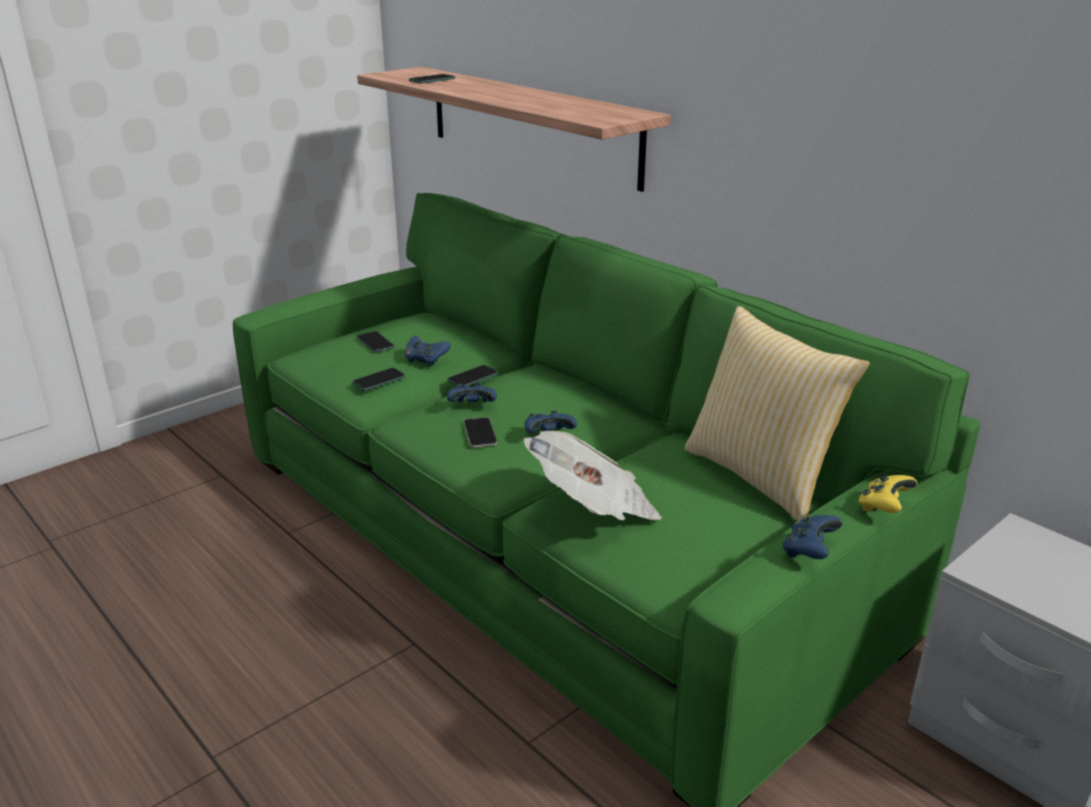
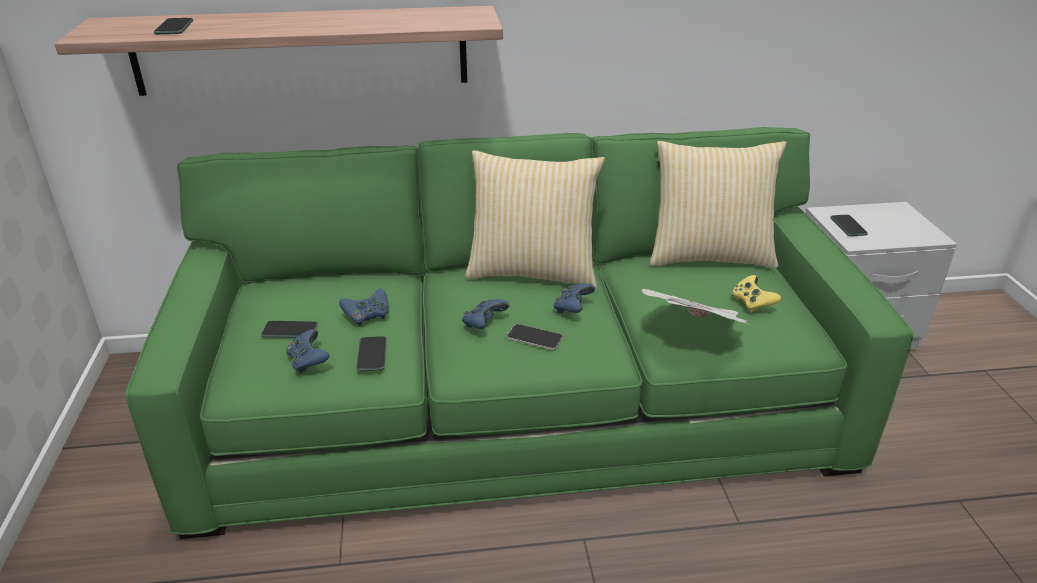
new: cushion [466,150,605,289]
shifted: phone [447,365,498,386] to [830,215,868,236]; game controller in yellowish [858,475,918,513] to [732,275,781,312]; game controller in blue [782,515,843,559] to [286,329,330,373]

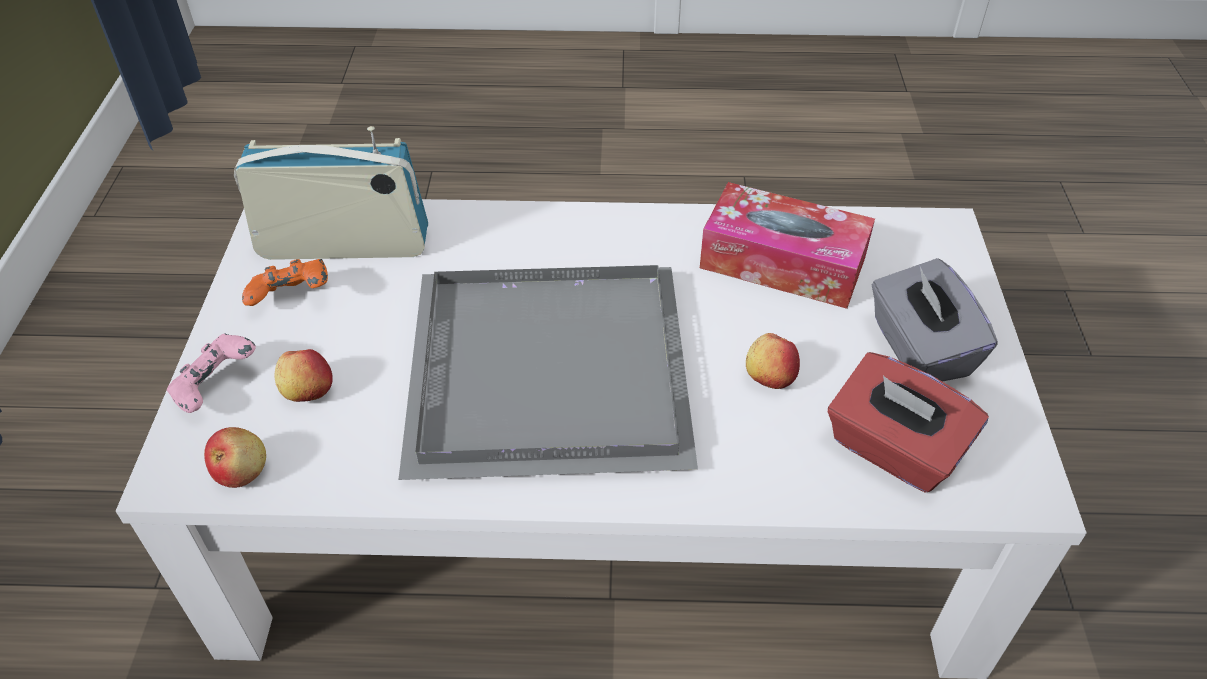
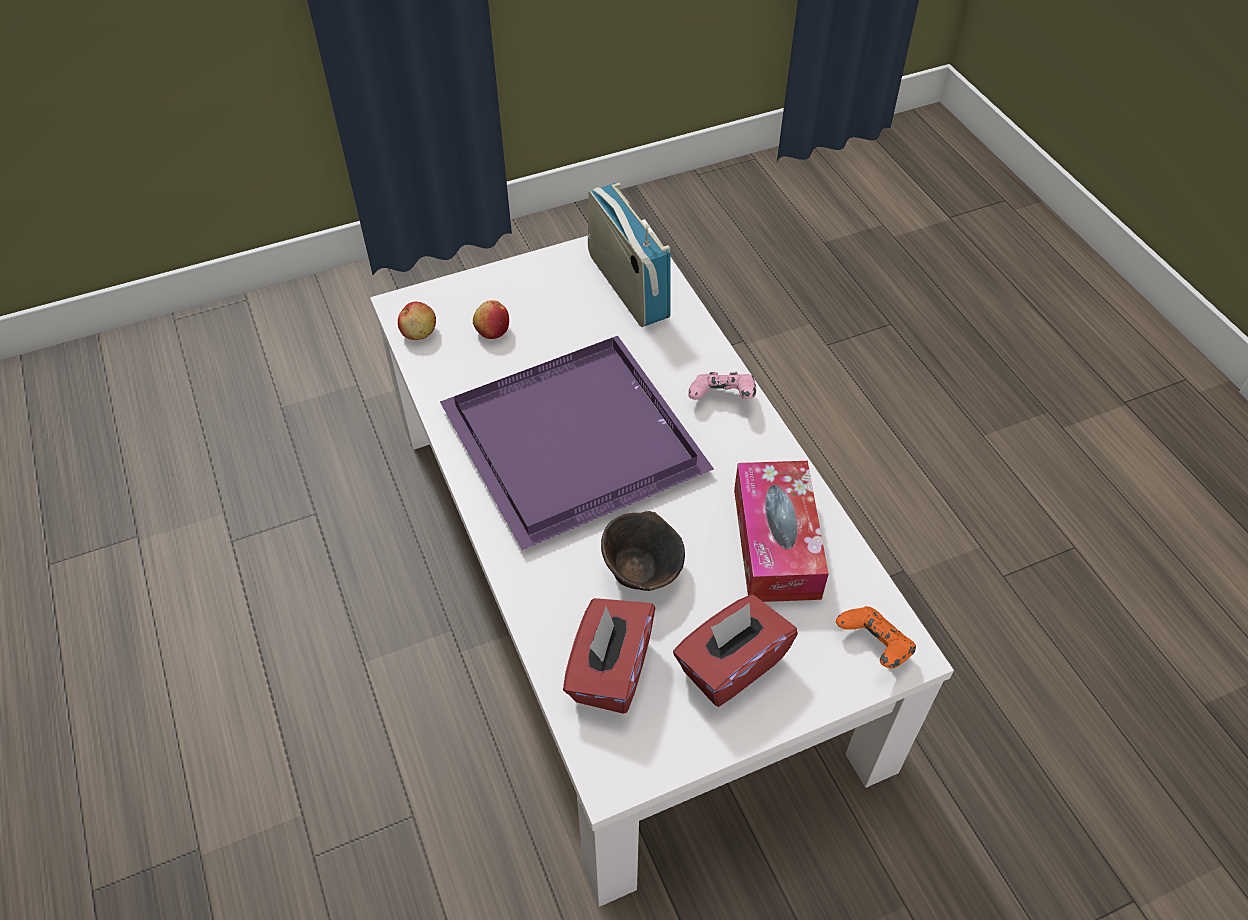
shifted: game controller in orange-coloured [242,259,328,306] to [836,606,916,668]; game controller in pink-coloured [167,333,256,413] to [688,372,756,400]
swapped: apple [746,333,800,389] to bowl in brownish [601,511,685,591]
repainted: box of tissues in grey [872,258,997,382] to box of tissues in reddish [673,595,798,707]; carrying tray in grey [399,265,698,480] to carrying tray in purplish [440,336,714,550]

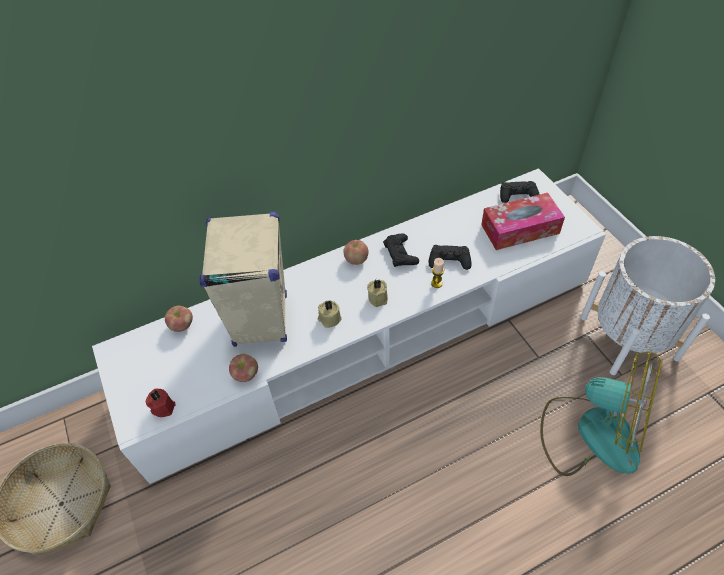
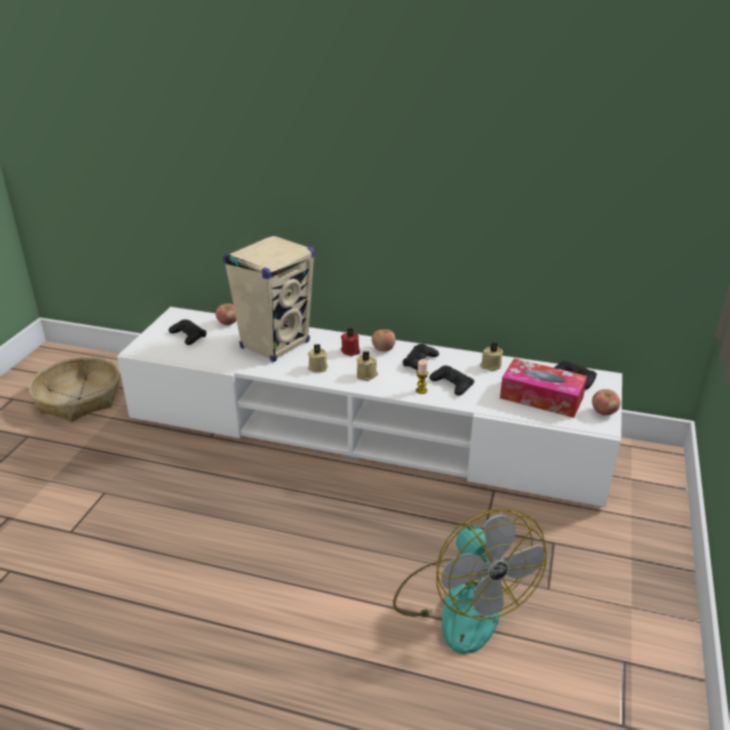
gone: planter in whitish [581,236,715,375]
new: game controller in blackish [169,319,207,345]; wax light in beige [480,342,503,371]
shifted: apple [229,354,258,382] to [592,389,621,415]; wax light in reddish [146,389,176,417] to [341,328,360,356]

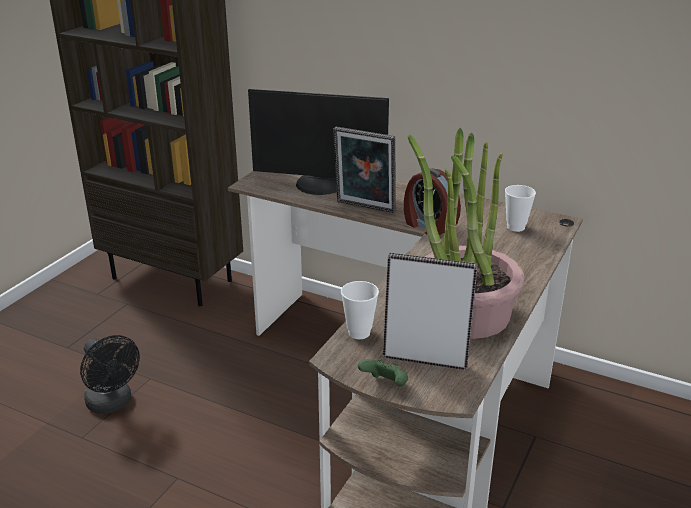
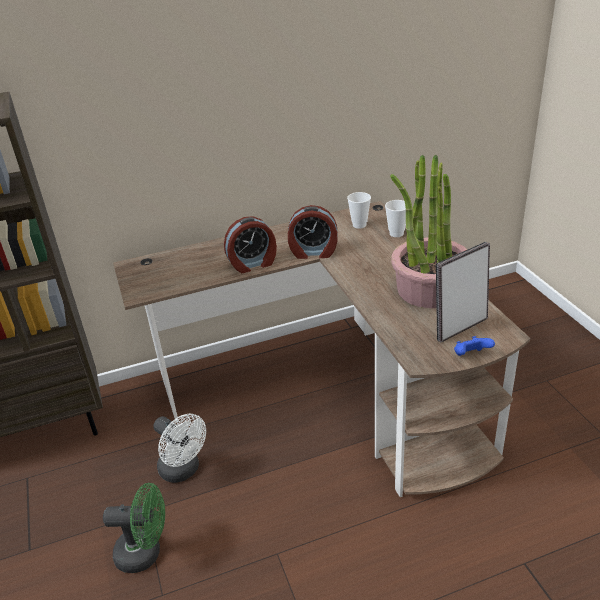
gone: monitor [248,89,389,195]
new: fan in whitish [153,414,206,483]
shifted: cup [341,281,379,339] to [385,200,406,237]
swapped: photo frame [333,127,396,213] to table clock [224,216,277,273]
repainted: fan in blackish [80,335,140,414] to fan in green-coloured [103,483,165,573]; game controller in green-coloured [358,359,408,387] to game controller in blue [454,336,495,356]

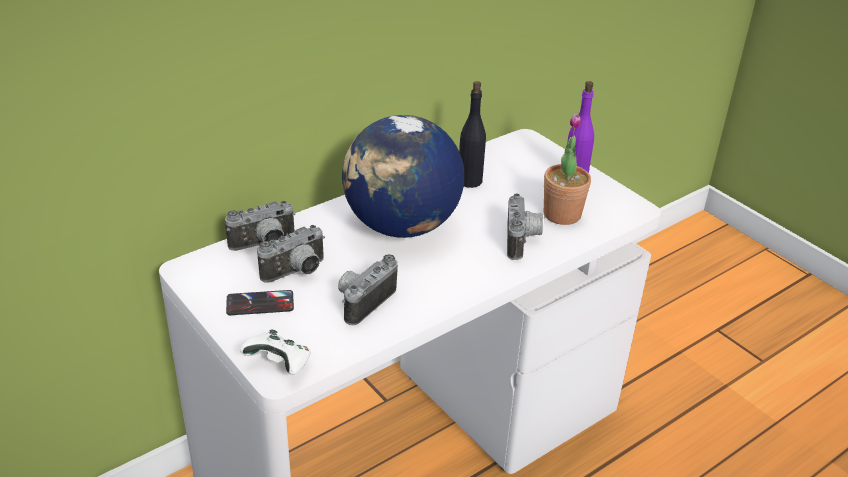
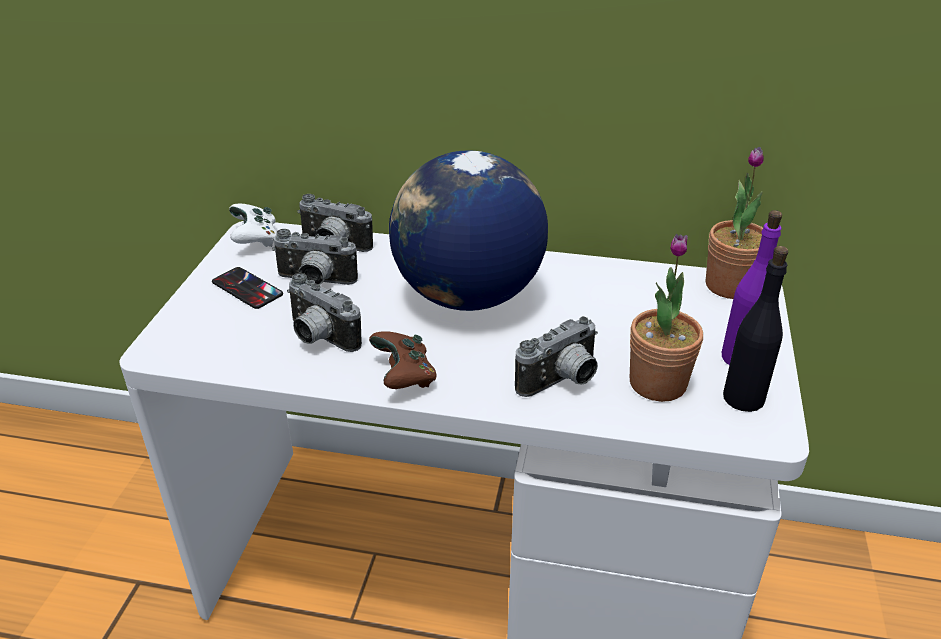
new: plant in a pot [706,147,764,299]; game controller in brownish [369,331,437,389]
shifted: bottle in blackish [459,81,486,188] to [723,246,788,412]; game controller in whitish [240,329,311,375] to [229,204,277,247]
rotated: still camera [338,254,398,325] = [287,273,362,352] 135 degrees counterclockwise

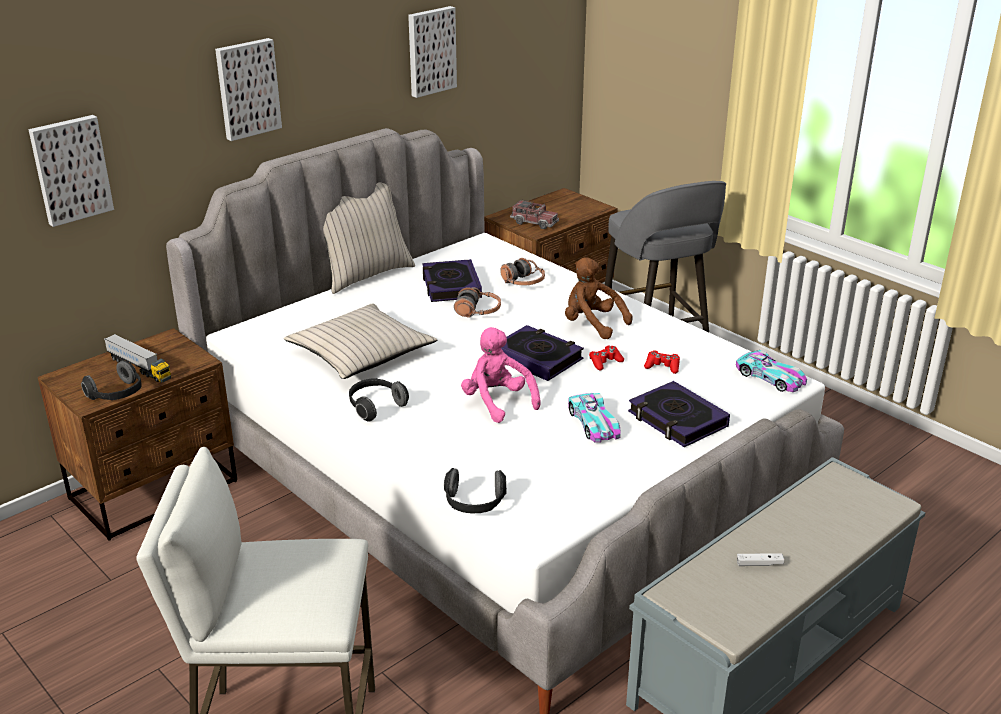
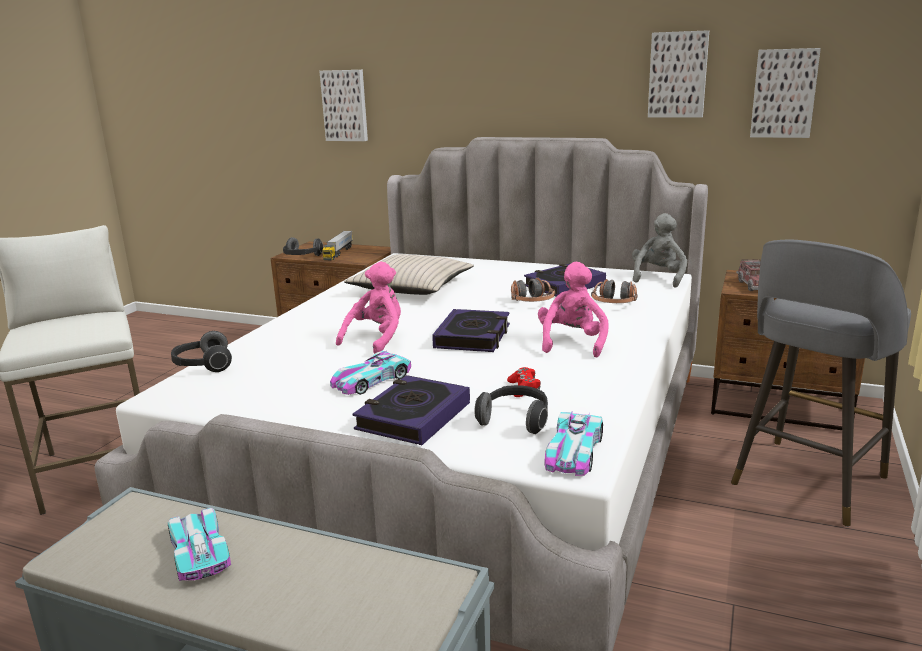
gone: cushion in beige [323,182,415,294]; game controller in reddish [589,345,624,371]
new: plush toy in grey [632,213,687,288]
shifted: wall picture [215,38,282,141] to [750,48,821,138]; pair of headphones [349,378,409,422] to [475,385,548,434]
swapped: game controller in whitish [737,553,784,566] to miniature car [167,508,231,581]
repainted: plush toy in brownish [565,257,633,339] to plush toy in pink-coloured [538,262,609,357]

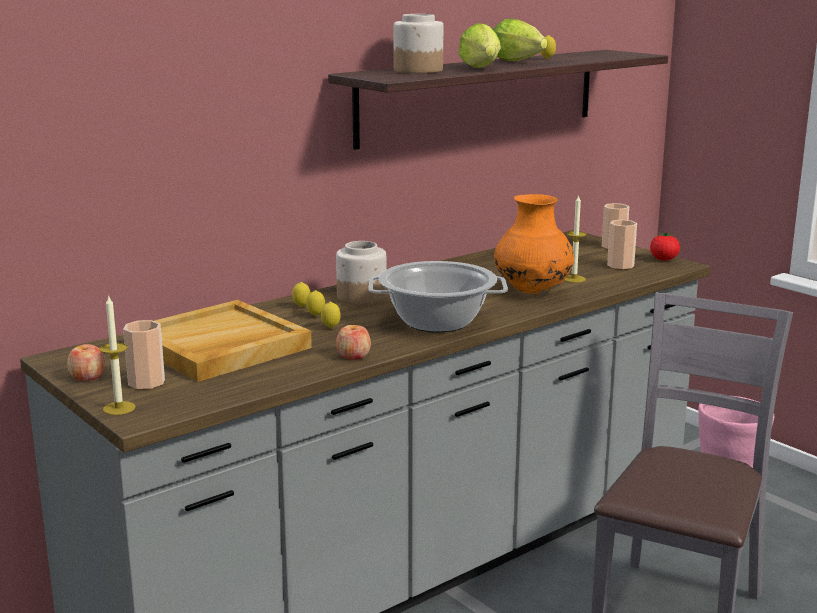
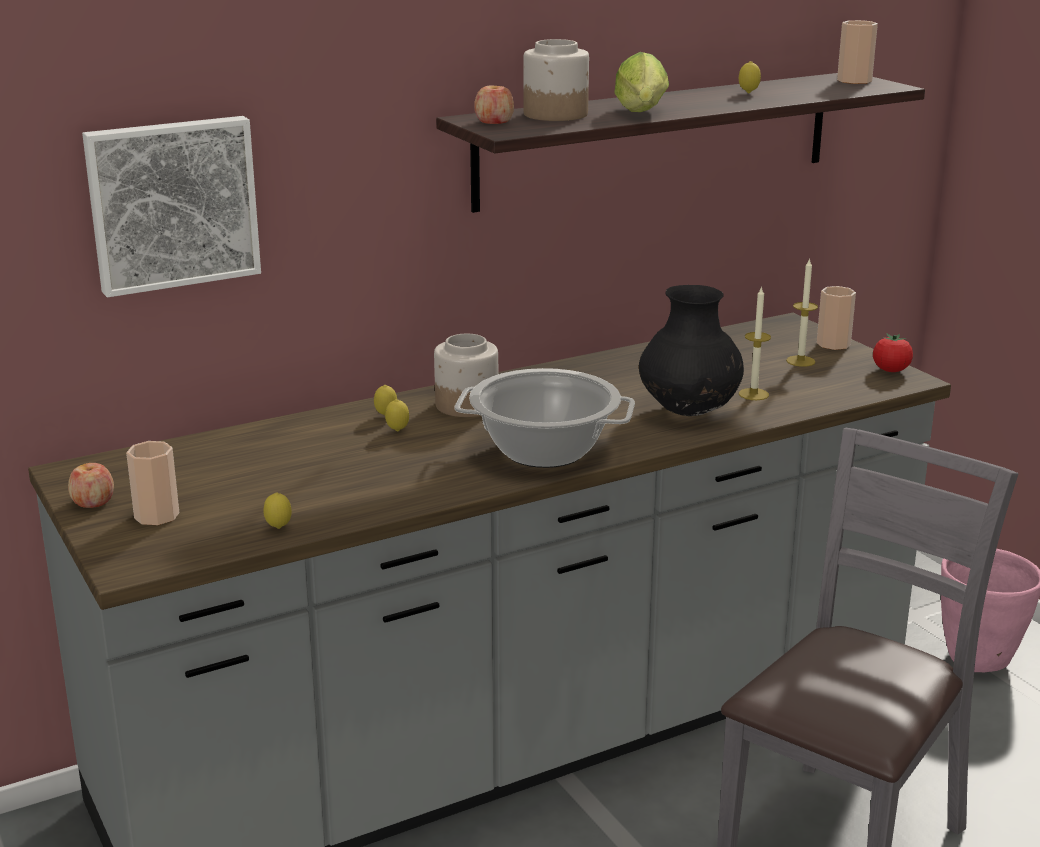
gone: lettuce [493,19,547,61]; carrying tray in beige [154,300,312,382]
new: wall picture [82,116,261,298]
shifted: cup [607,220,637,269] to [837,20,878,84]; wax light [99,295,135,415] to [786,258,818,367]; whole lemon [321,302,341,329] to [263,492,292,529]; apple [336,325,371,360] to [474,86,514,124]
repainted: vase in orange-coloured [494,194,574,294] to vase in blackish [639,285,744,416]

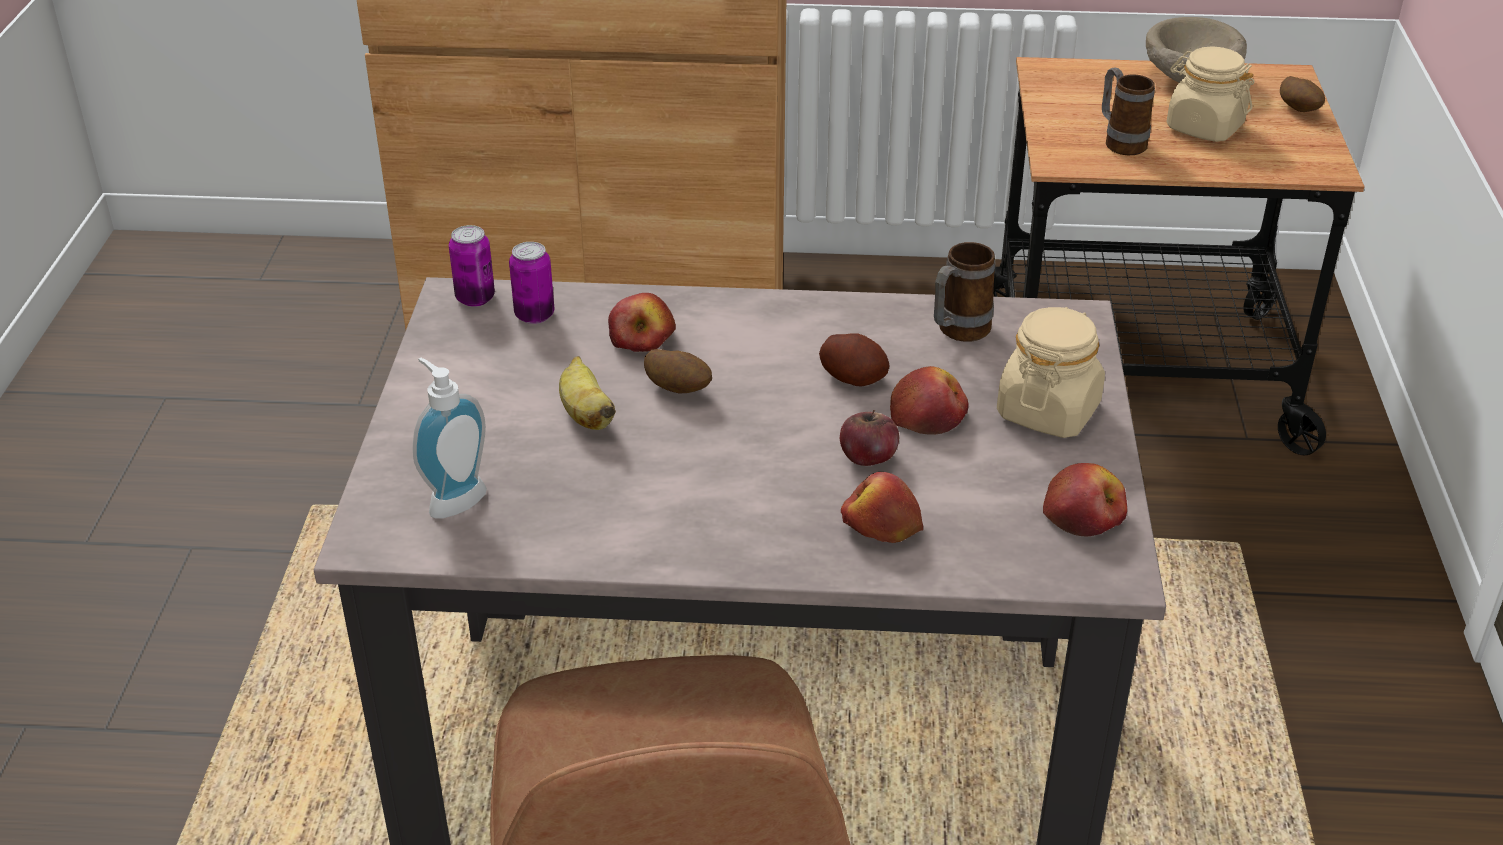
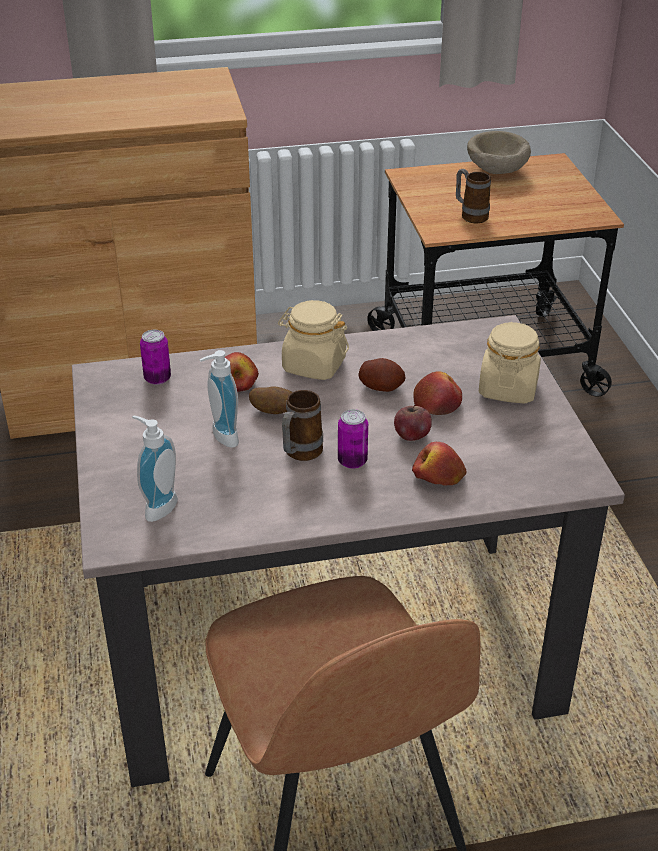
gone: spud [1280,76,1325,112]; apple [1043,463,1127,537]
shifted: preserve jar in beige [1167,47,1255,142] to [278,300,349,380]; can [449,225,495,307] to [338,409,368,469]; tea mug [934,242,995,342] to [282,390,323,461]
swapped: banana [559,356,616,430] to soap bottle [199,350,239,448]

